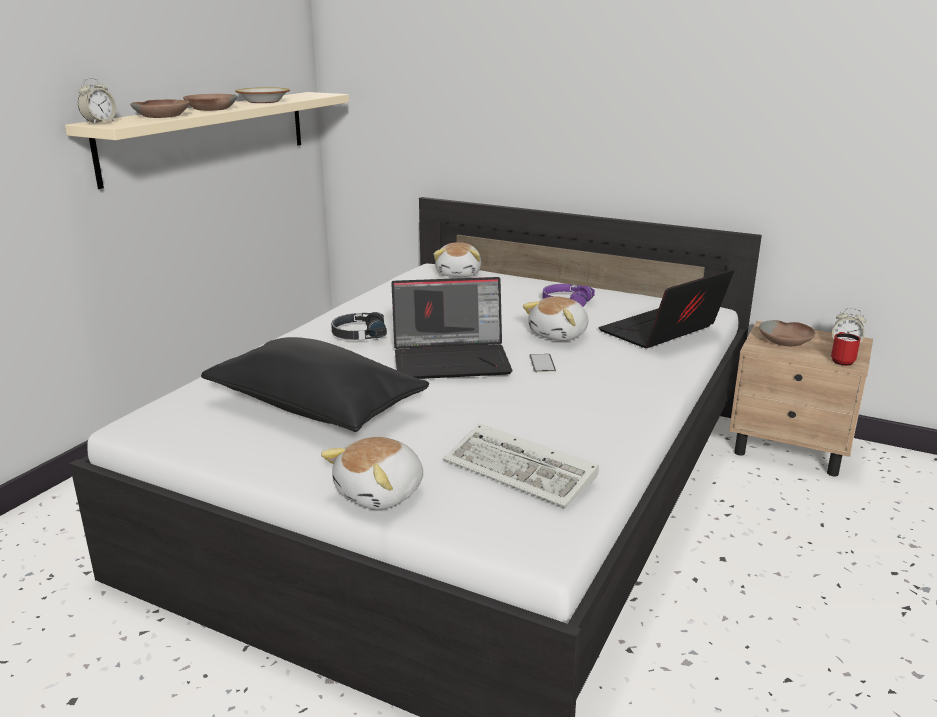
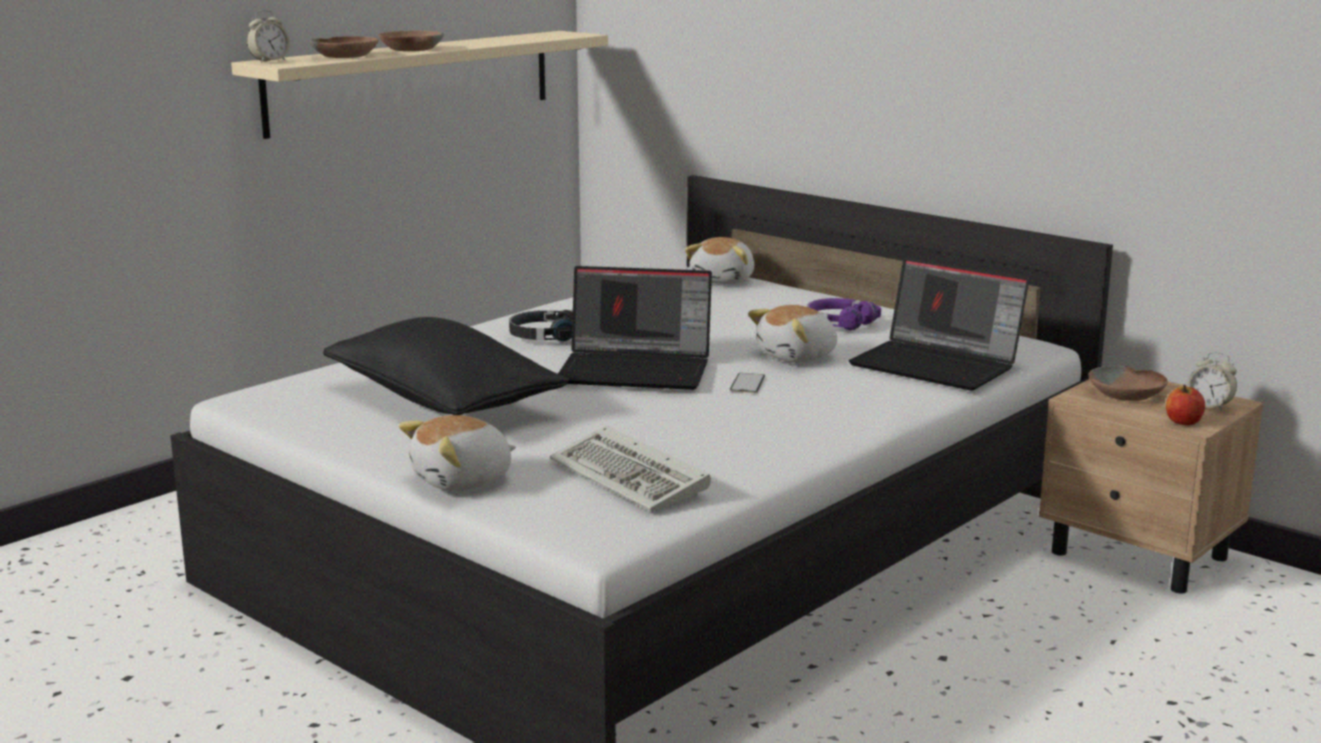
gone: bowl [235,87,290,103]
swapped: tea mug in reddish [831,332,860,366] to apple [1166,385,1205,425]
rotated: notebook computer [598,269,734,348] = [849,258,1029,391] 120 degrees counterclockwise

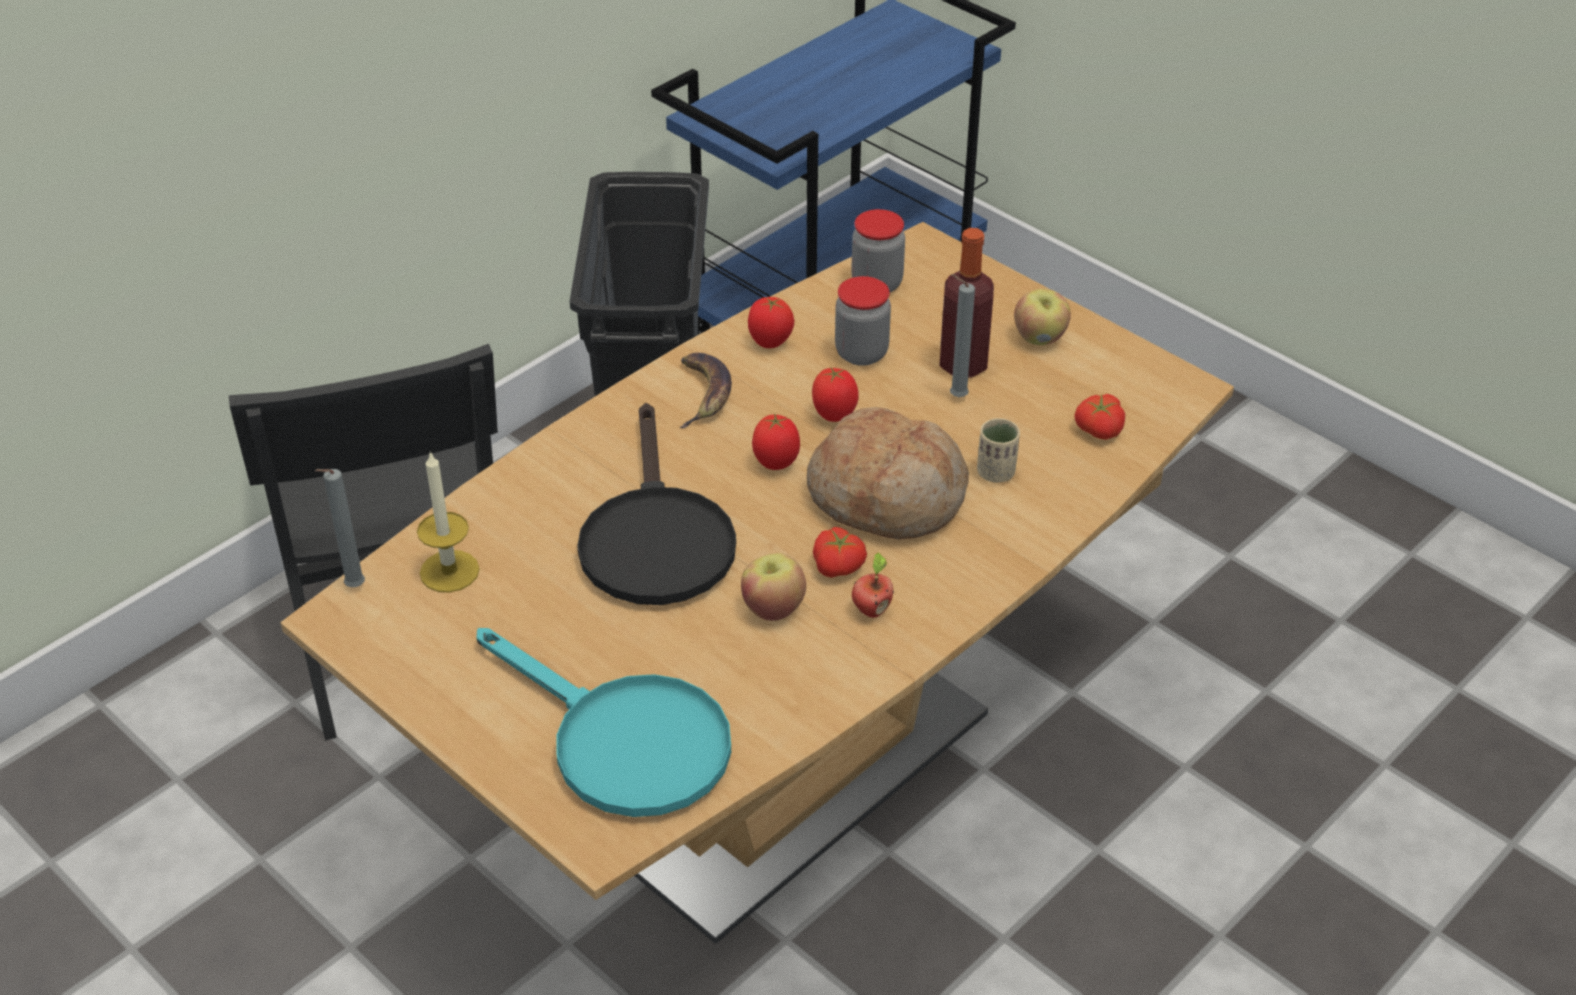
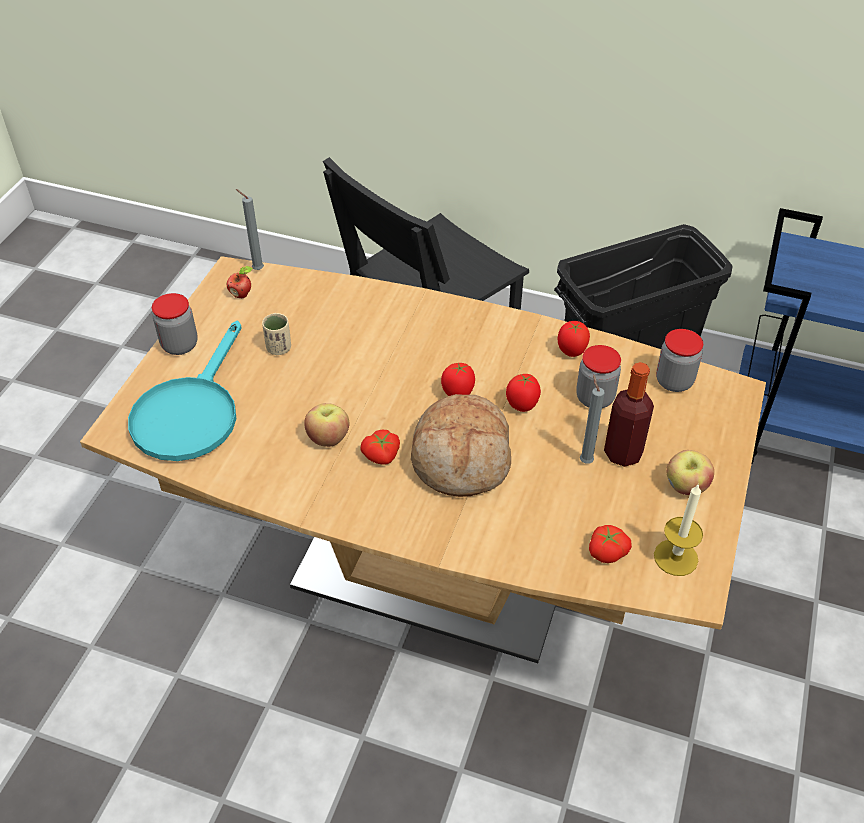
gone: banana [680,353,732,428]; pan in blackish [577,403,736,605]
new: preserve jar [152,293,198,355]
shifted: cup in beige [977,418,1020,483] to [262,313,291,355]; wax light [417,451,480,593] to [654,483,703,576]; apple [852,552,894,618] to [227,266,252,298]

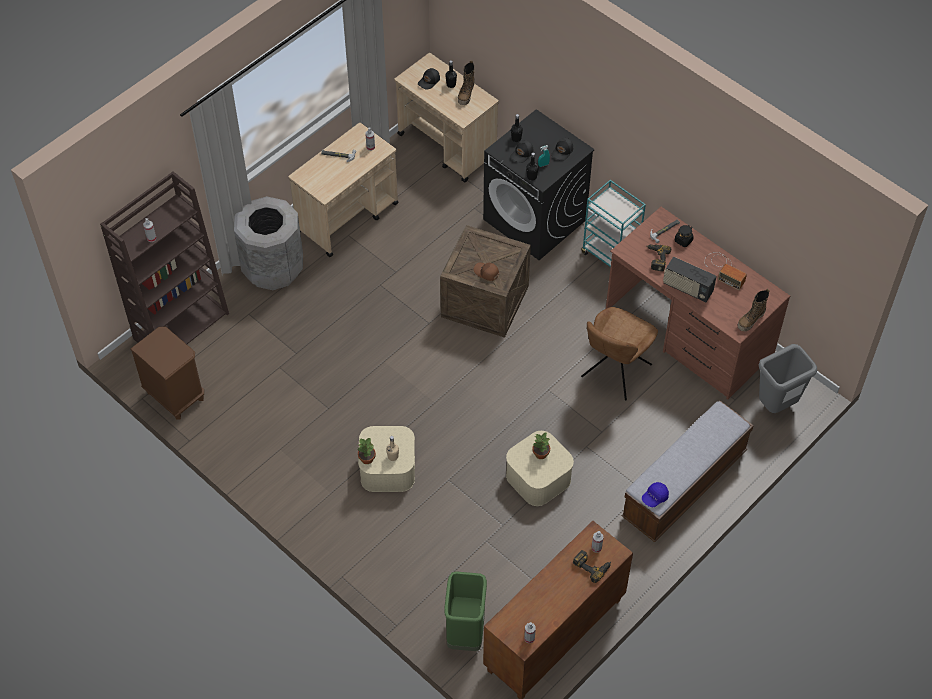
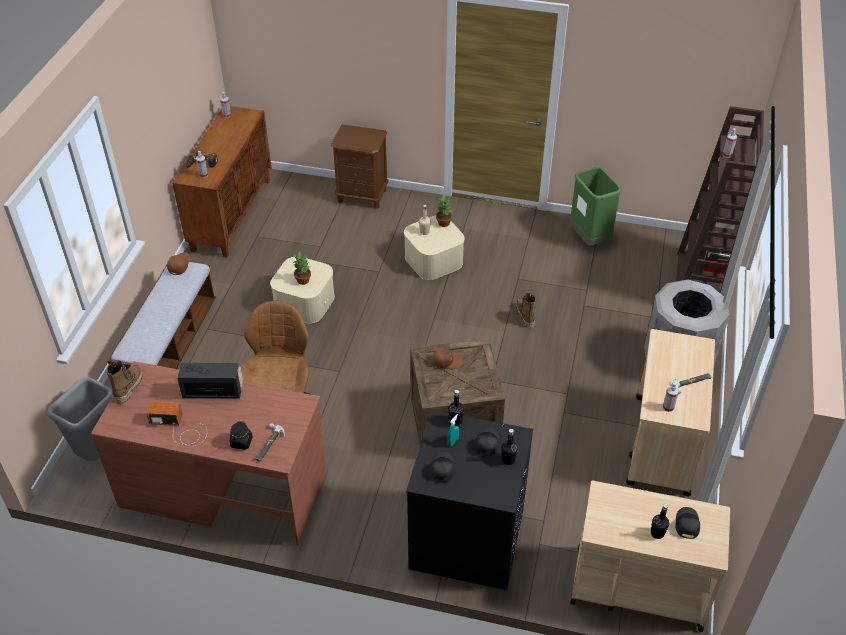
gone: trolley in turquoise-coloured [581,180,646,267]; electric drill [646,245,671,272]
shifted: high-top boot [458,60,475,105] to [516,293,535,328]; night table in brownish [130,327,204,420] to [331,124,389,209]; waste bin in green-coloured [444,571,487,651] to [570,167,622,245]
repainted: baseball cap in blue [642,482,669,507] to baseball cap in brownish [167,252,191,275]

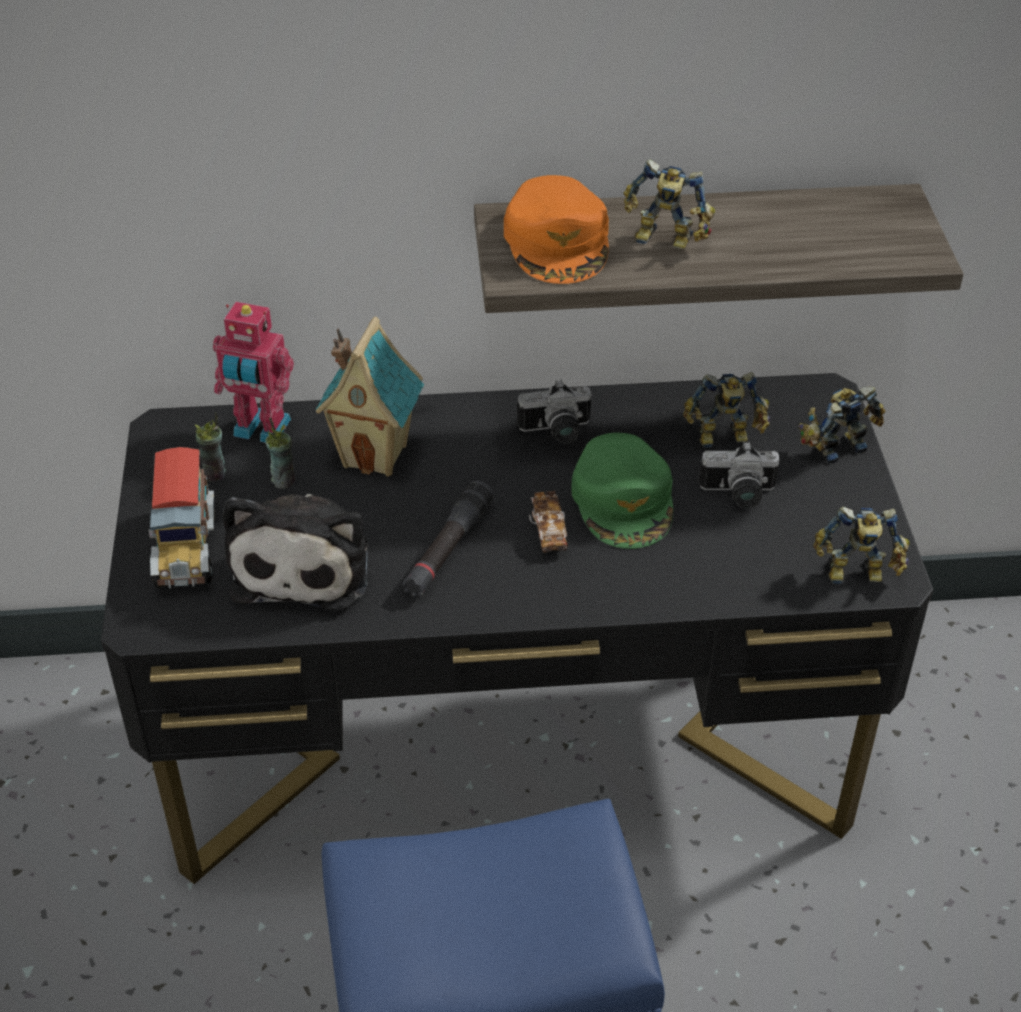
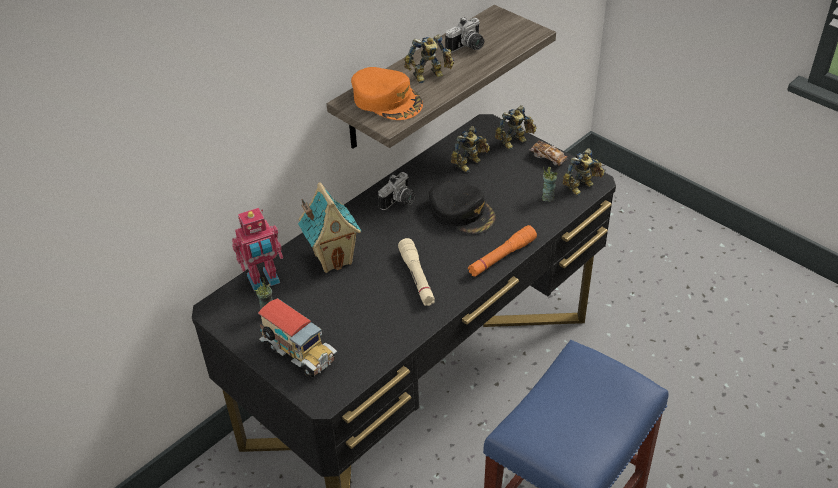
gone: plush toy [223,494,368,611]
new: flashlight in orange-coloured [468,225,537,276]
shifted: cup [265,418,295,489] to [542,166,558,202]; still camera [699,442,780,509] to [445,17,484,53]; miniature car [529,491,568,553] to [529,140,567,166]
repainted: baseball cap in green-coloured [571,432,673,549] to baseball cap in blackish [429,181,497,234]; flashlight in blackish [402,481,494,598] to flashlight in beige [398,238,435,306]
rotated: model robot [799,386,885,464] = [495,105,537,150] 150 degrees counterclockwise

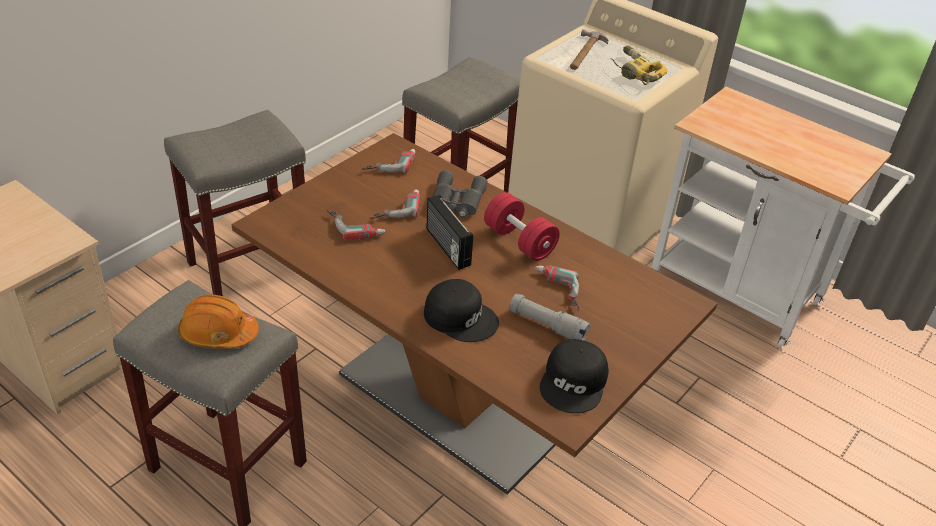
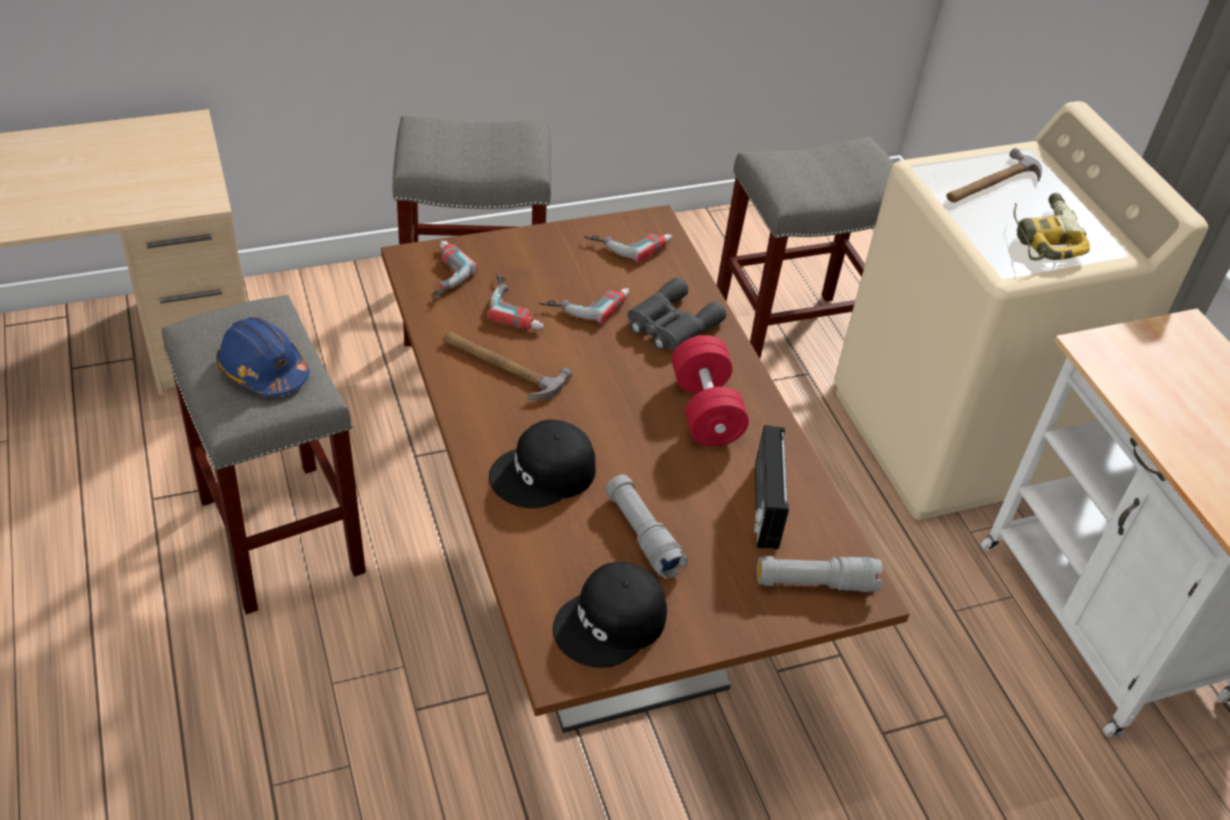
new: hammer [443,332,572,400]; flashlight in grey [757,556,883,592]
shifted: radio receiver [426,195,473,270] to [754,425,789,549]; electric drill [535,265,579,311] to [433,241,478,302]
repainted: hard hat in orange-coloured [178,295,259,349] to hard hat in blue [216,317,309,396]
rotated: baseball cap in blackish [424,279,499,342] = [489,420,596,509] 90 degrees clockwise

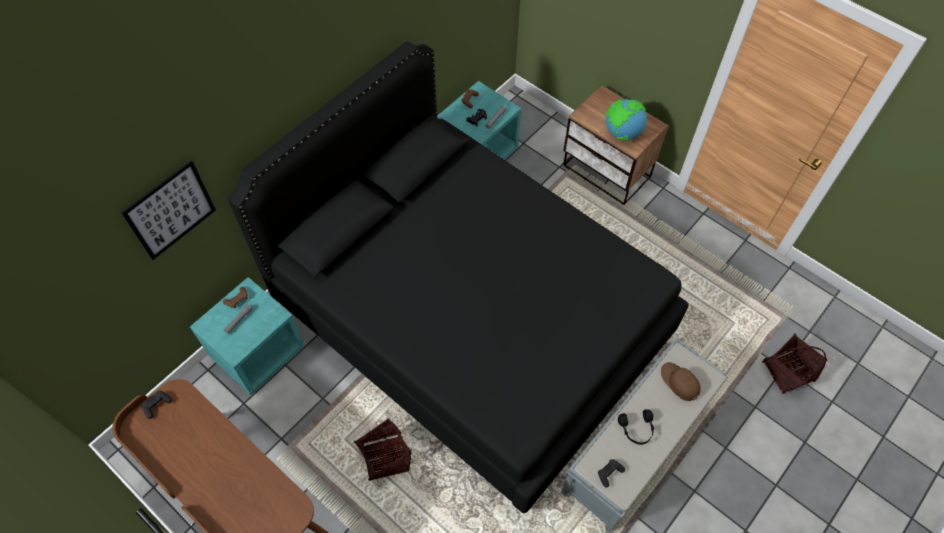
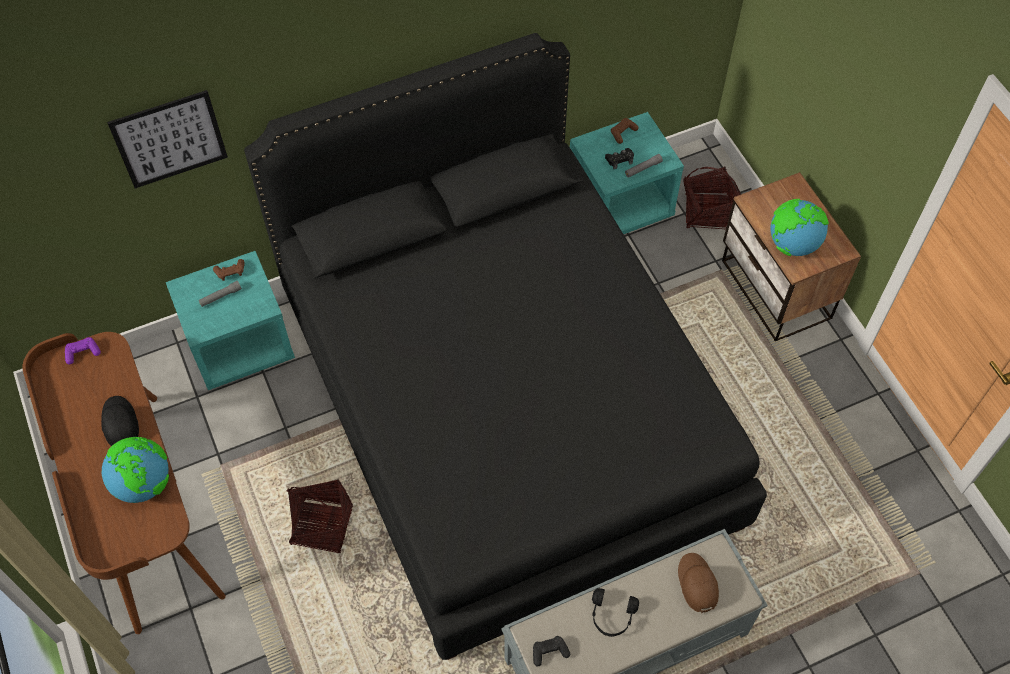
new: baseball cap in blackish [101,396,139,446]; globe [102,437,169,503]
shifted: household basket [762,334,827,394] to [683,167,741,229]
repainted: game controller in blackish [142,391,172,419] to game controller in purplish [65,337,101,364]

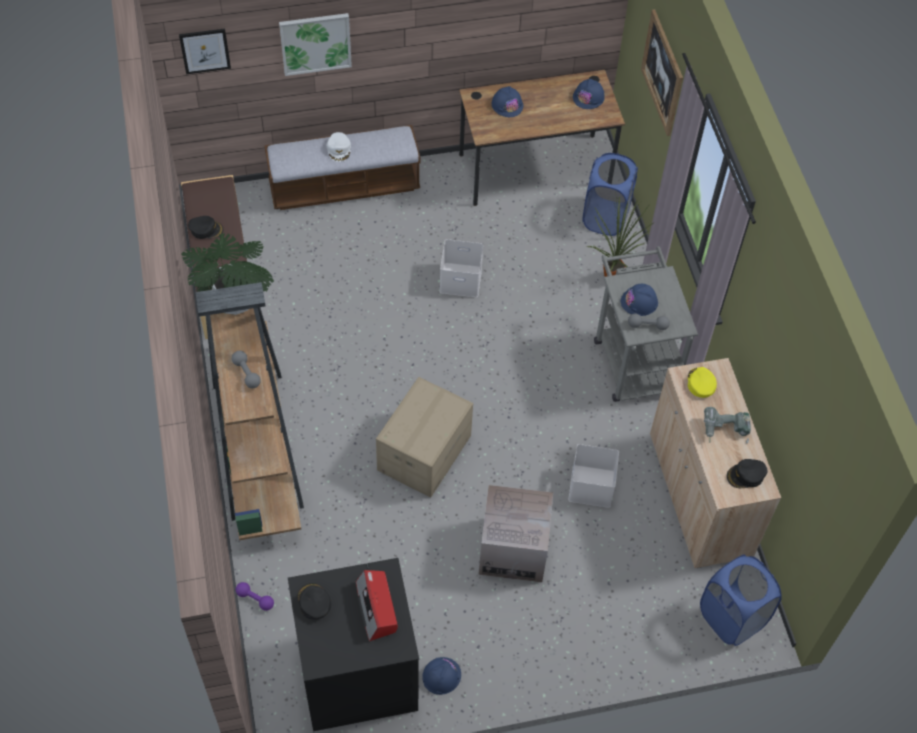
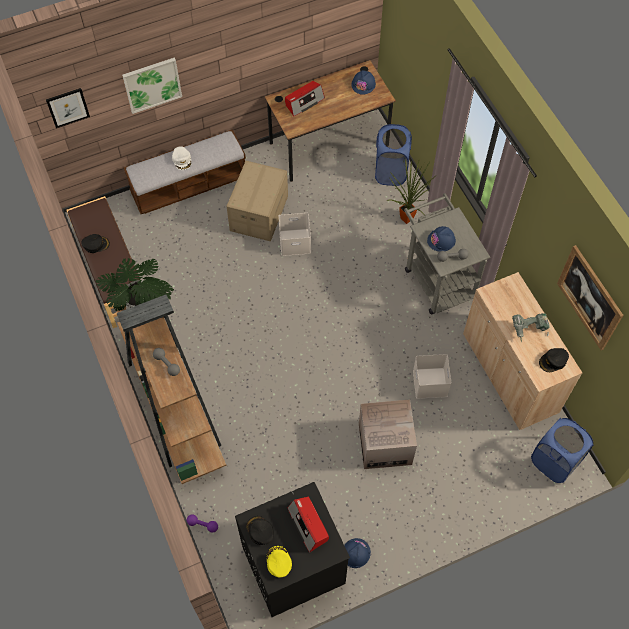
shifted: wall picture [641,9,683,136] to [557,245,623,350]; baseball cap in yellowish [688,367,717,398] to [267,546,292,578]; carton [376,377,473,497] to [227,161,288,241]
swapped: hard hat in blue [492,86,523,117] to radio receiver [285,81,325,116]

